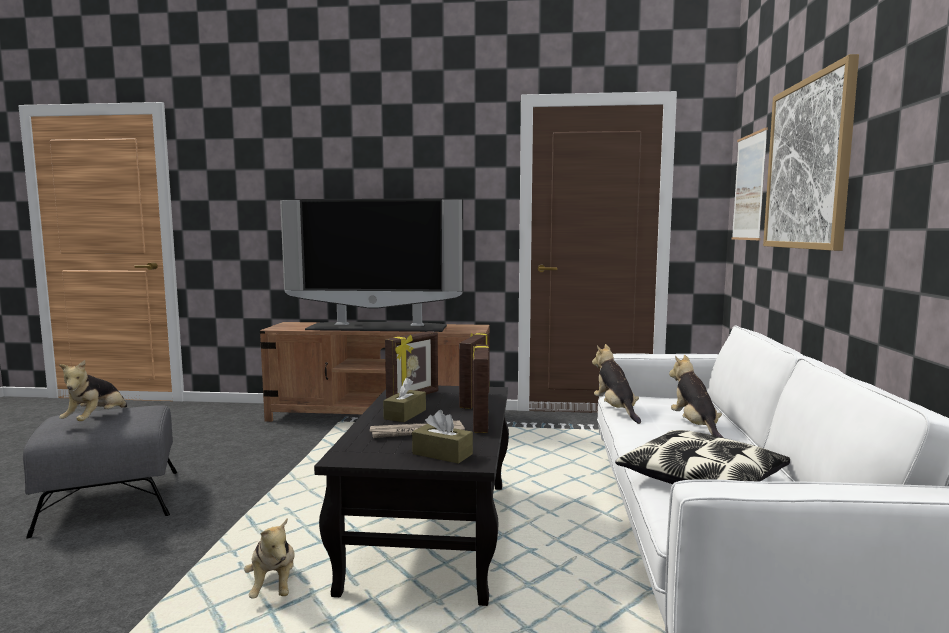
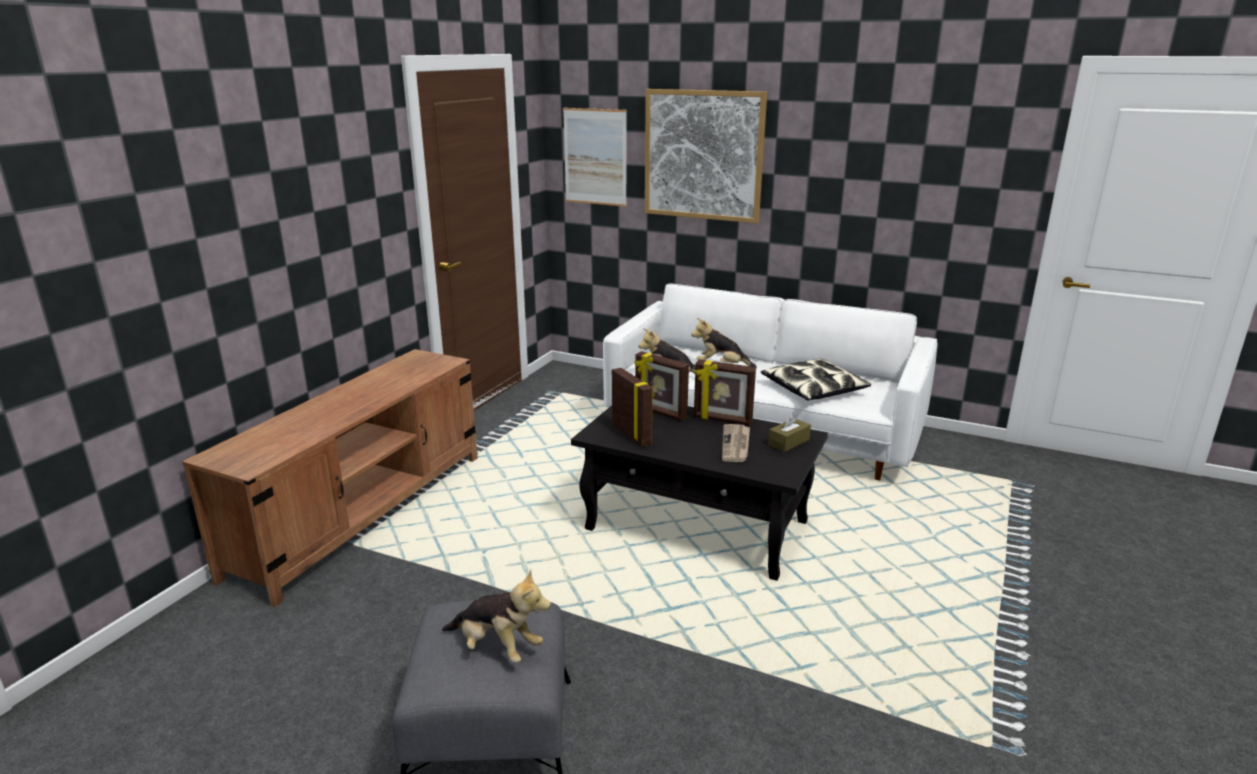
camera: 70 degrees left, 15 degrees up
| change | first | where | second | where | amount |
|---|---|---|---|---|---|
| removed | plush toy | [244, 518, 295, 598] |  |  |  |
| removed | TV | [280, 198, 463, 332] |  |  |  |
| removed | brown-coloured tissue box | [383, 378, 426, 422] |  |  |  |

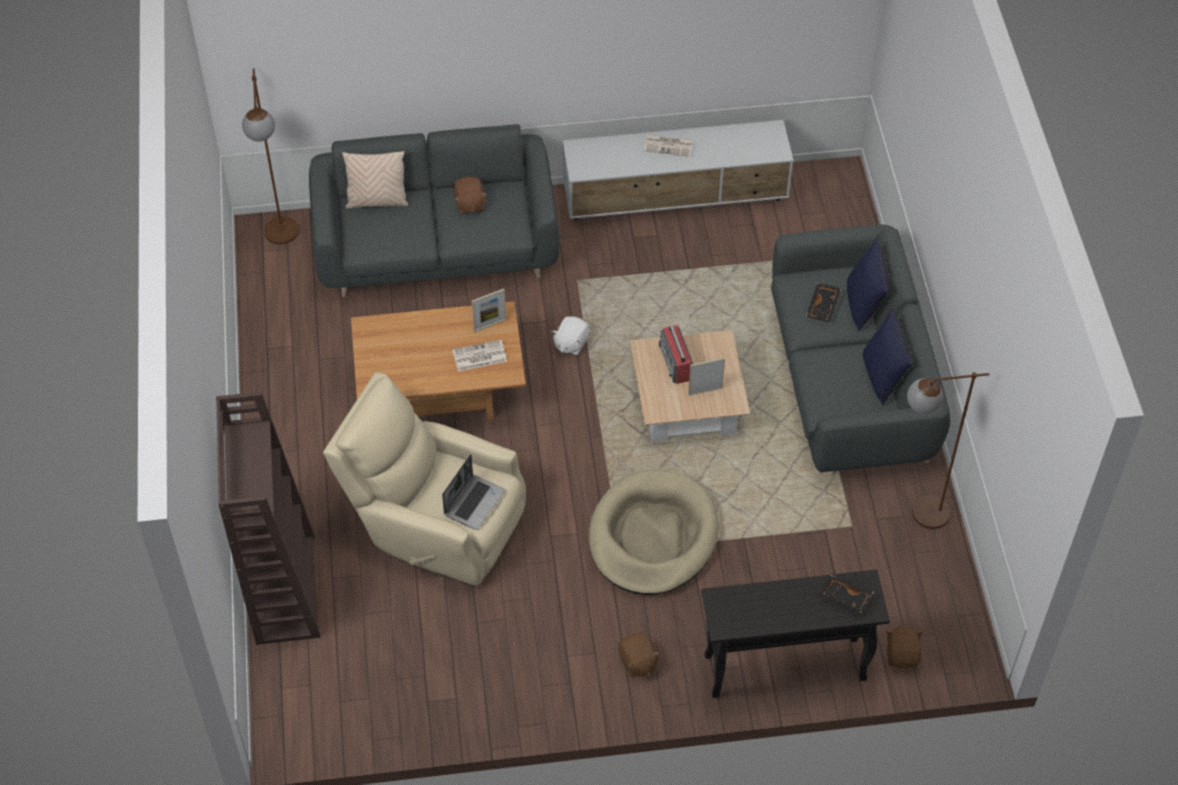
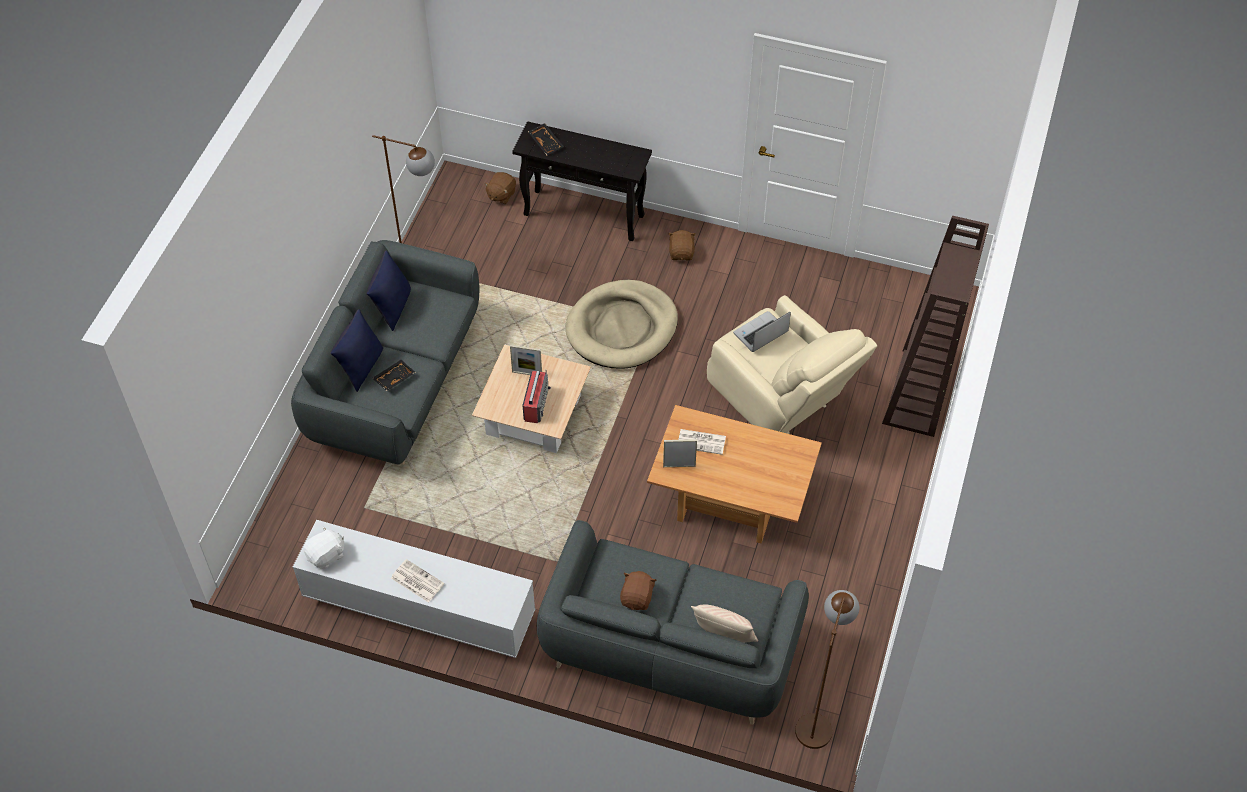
camera: 155 degrees left, 0 degrees up
| change | first | where | second | where | amount |
|---|---|---|---|---|---|
| moved | whitish plush toy | [552, 316, 589, 355] |  | [304, 526, 344, 569] |  |

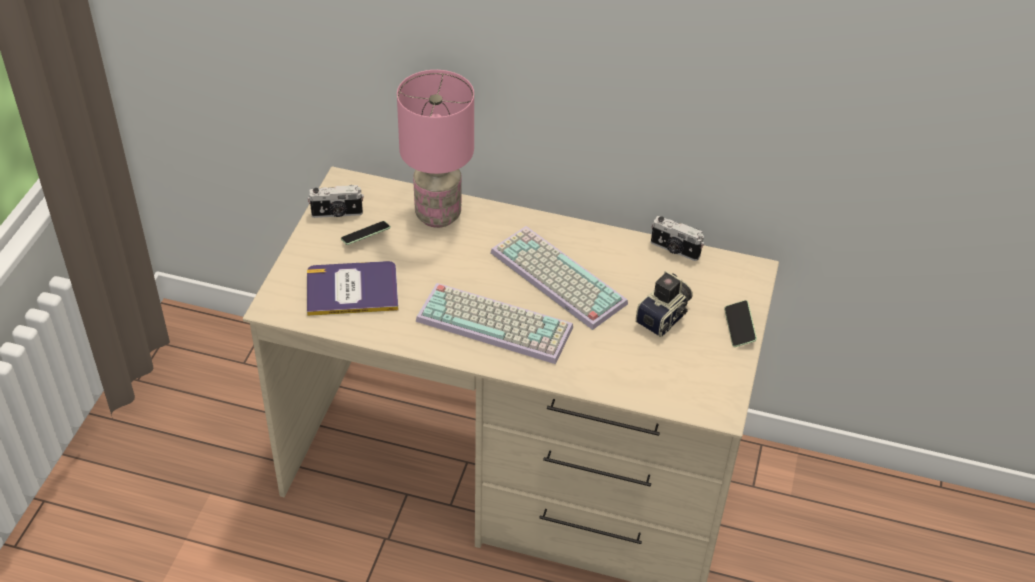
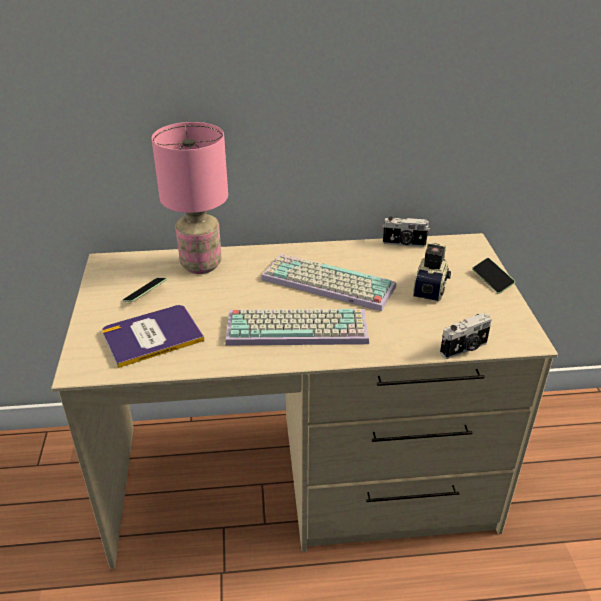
camera: 20 degrees left, 10 degrees down
| change | first | where | second | where | amount |
|---|---|---|---|---|---|
| moved | photo camera | [308, 185, 364, 218] |  | [440, 313, 492, 359] |  |

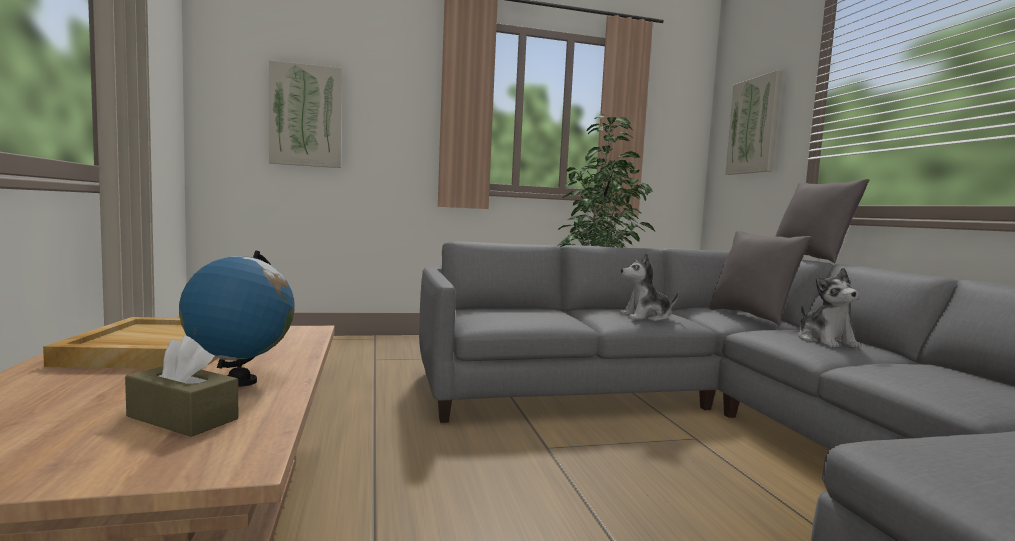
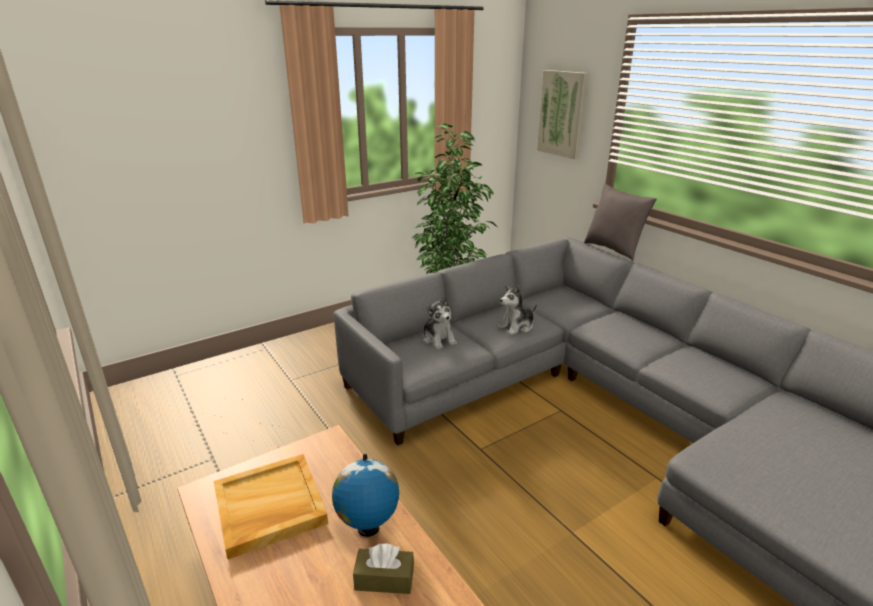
camera: 20 degrees left, 20 degrees up
| change | first | where | second | where | amount |
|---|---|---|---|---|---|
| removed | wall picture | [269, 60, 342, 168] |  |  |  |
| removed | gray throw pillow | [709, 231, 812, 326] |  |  |  |
| moved | plush toy | [798, 268, 861, 348] |  | [423, 296, 457, 350] |  |

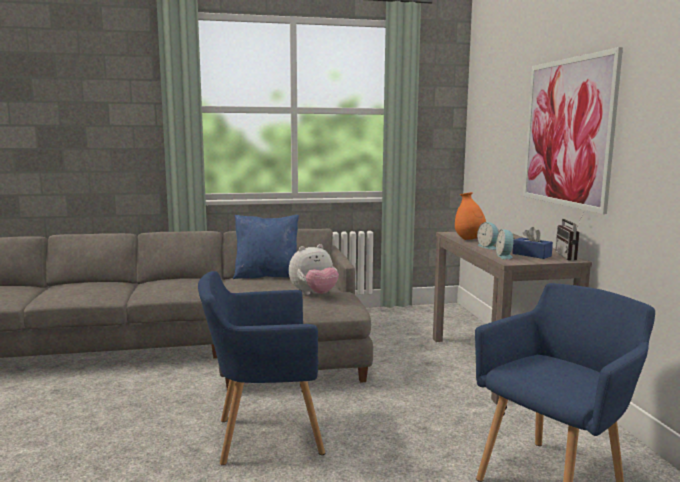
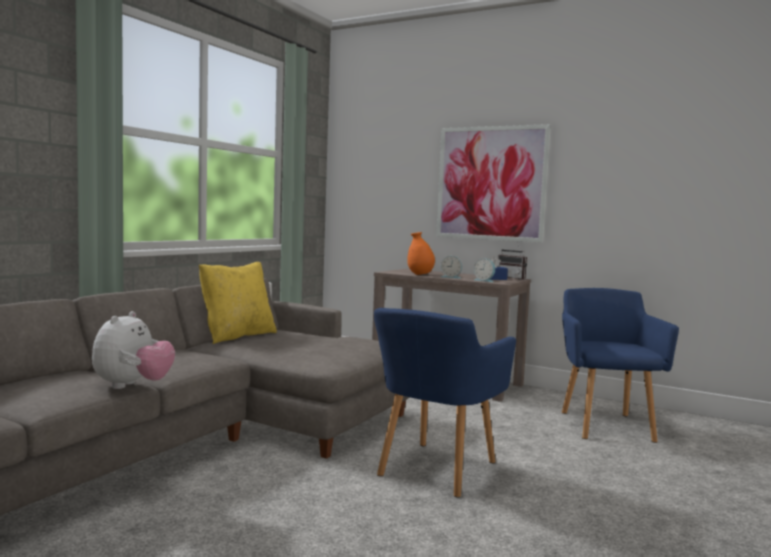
camera: 50 degrees left, 5 degrees down
| change | first | where | second | where | amount |
|---|---|---|---|---|---|
| recoloured | blue-coloured throw pillow | [233, 215, 299, 279] | yellow-coloured throw pillow | [199, 262, 277, 344] |  |
| moved | plush toy | [289, 244, 339, 295] |  | [92, 311, 175, 389] |  |

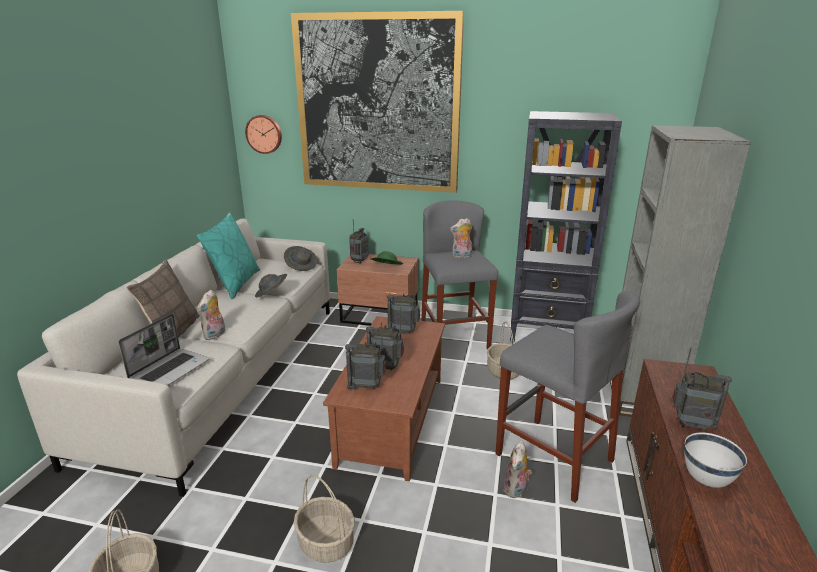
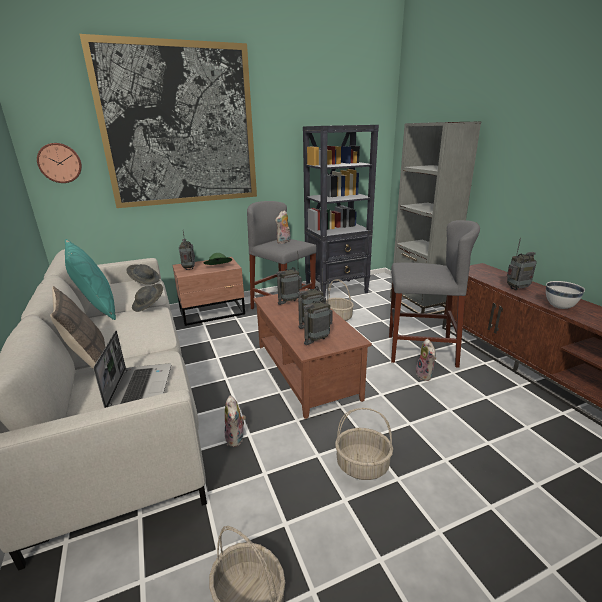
camera: 35 degrees left, 0 degrees up
| change | first | where | second | where | amount |
|---|---|---|---|---|---|
| moved | plush toy | [197, 290, 225, 340] |  | [225, 396, 246, 447] |  |

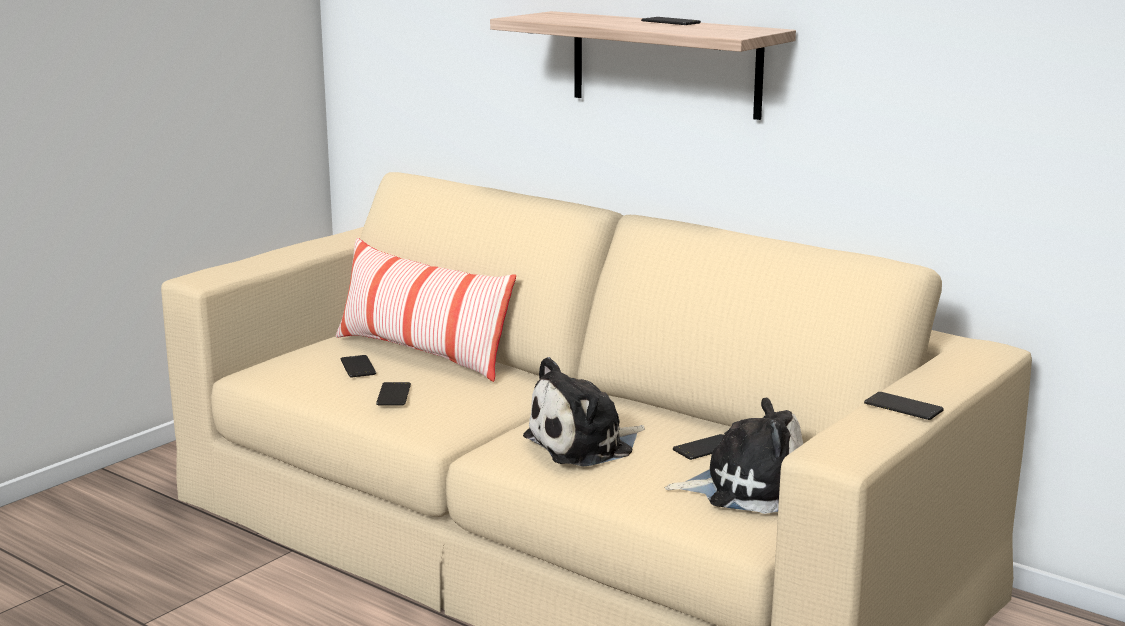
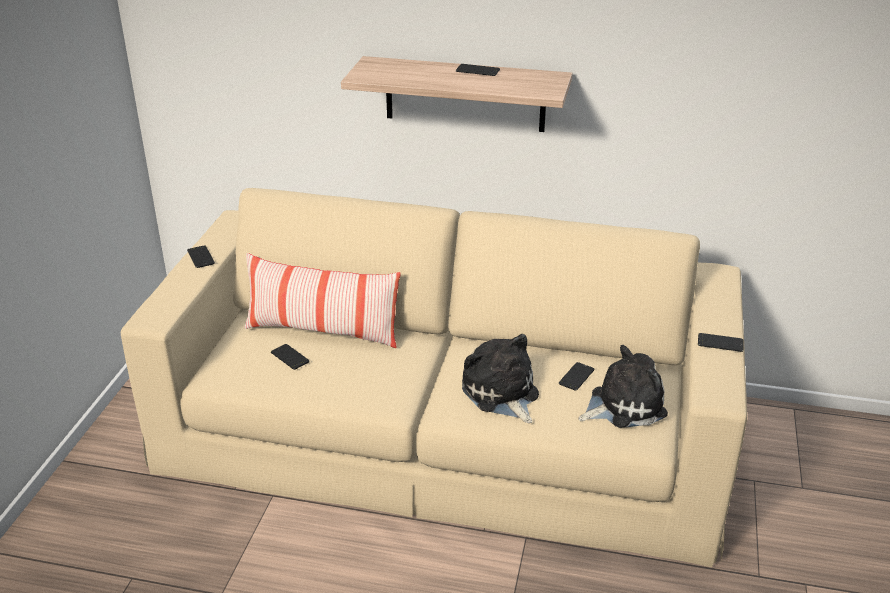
camera: 25 degrees left, 15 degrees up
| change | first | where | second | where | amount |
|---|---|---|---|---|---|
| moved | handset | [376, 382, 411, 406] |  | [187, 245, 215, 268] |  |
| turned | plush toy | [523, 357, 645, 467] |  | [462, 334, 539, 423] | 120 degrees clockwise |

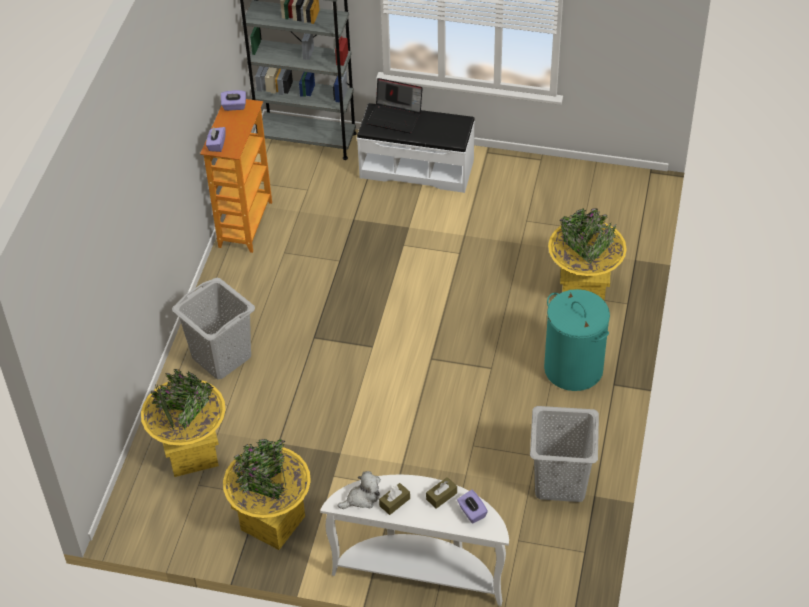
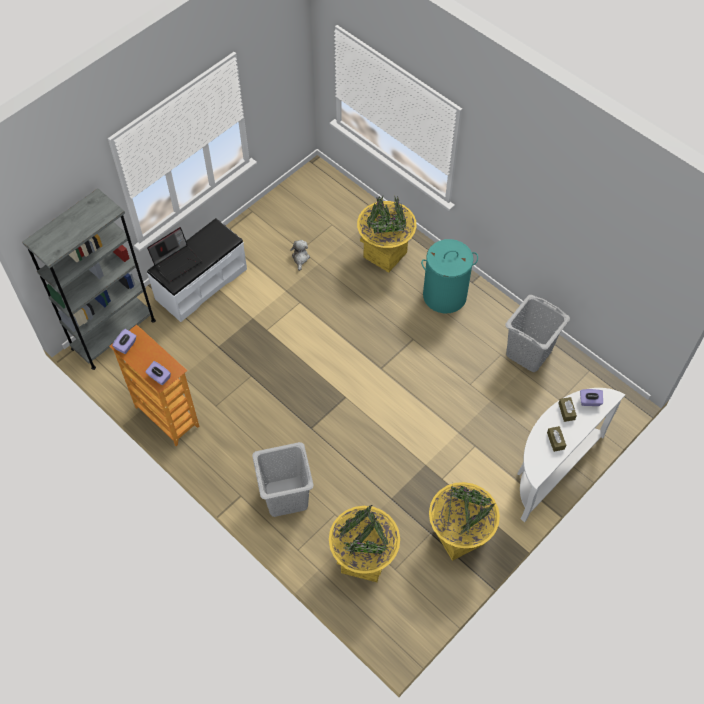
camera: 60 degrees left, 10 degrees up
| change | first | where | second | where | amount |
|---|---|---|---|---|---|
| moved | plush toy | [338, 471, 381, 509] |  | [290, 240, 310, 271] |  |

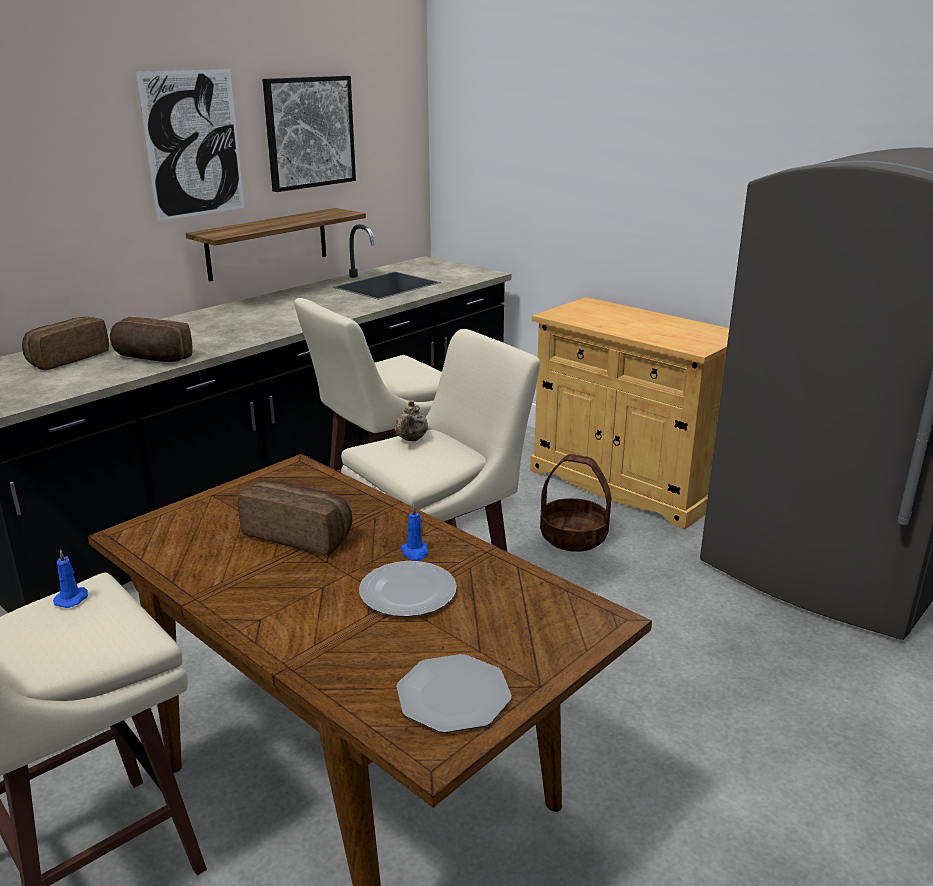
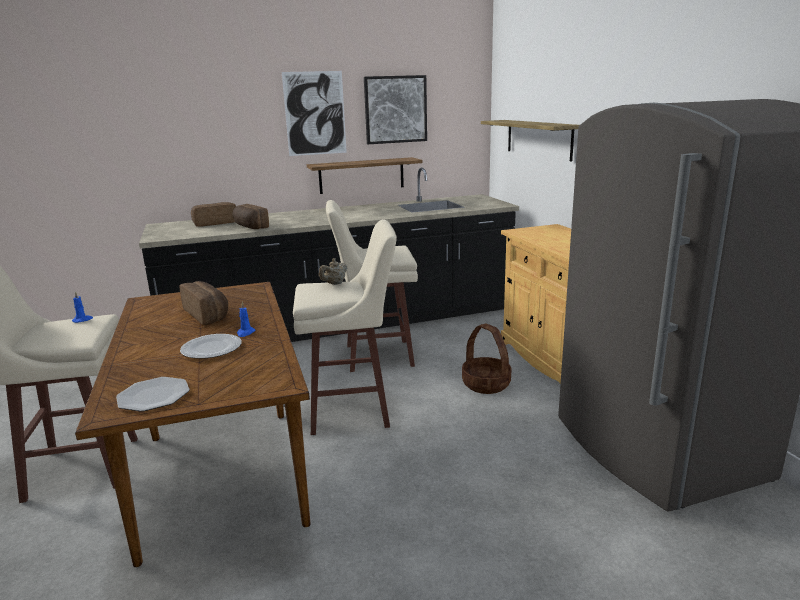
camera: 30 degrees right, 5 degrees down
| change | first | where | second | where | amount |
|---|---|---|---|---|---|
| added |  |  | wall shelf | [481, 120, 579, 162] |  |

